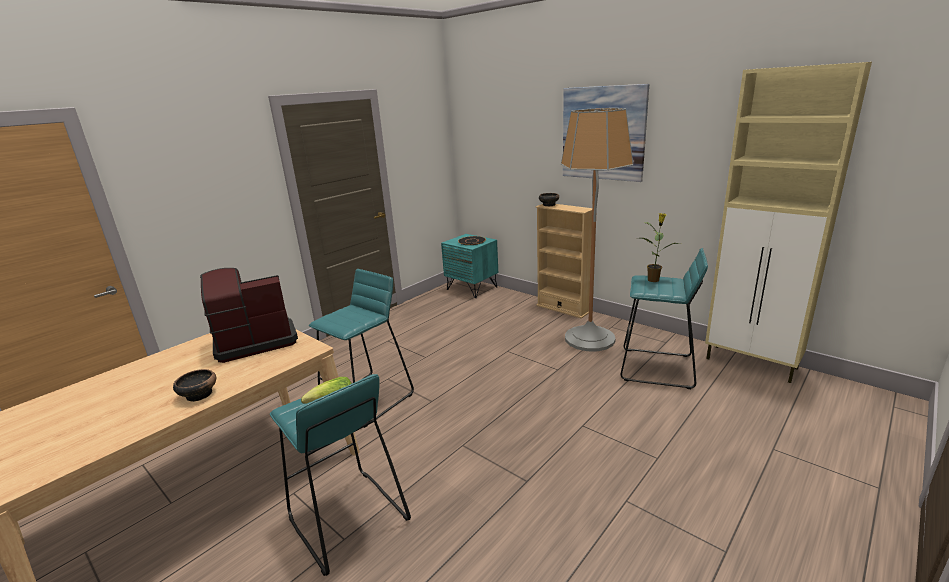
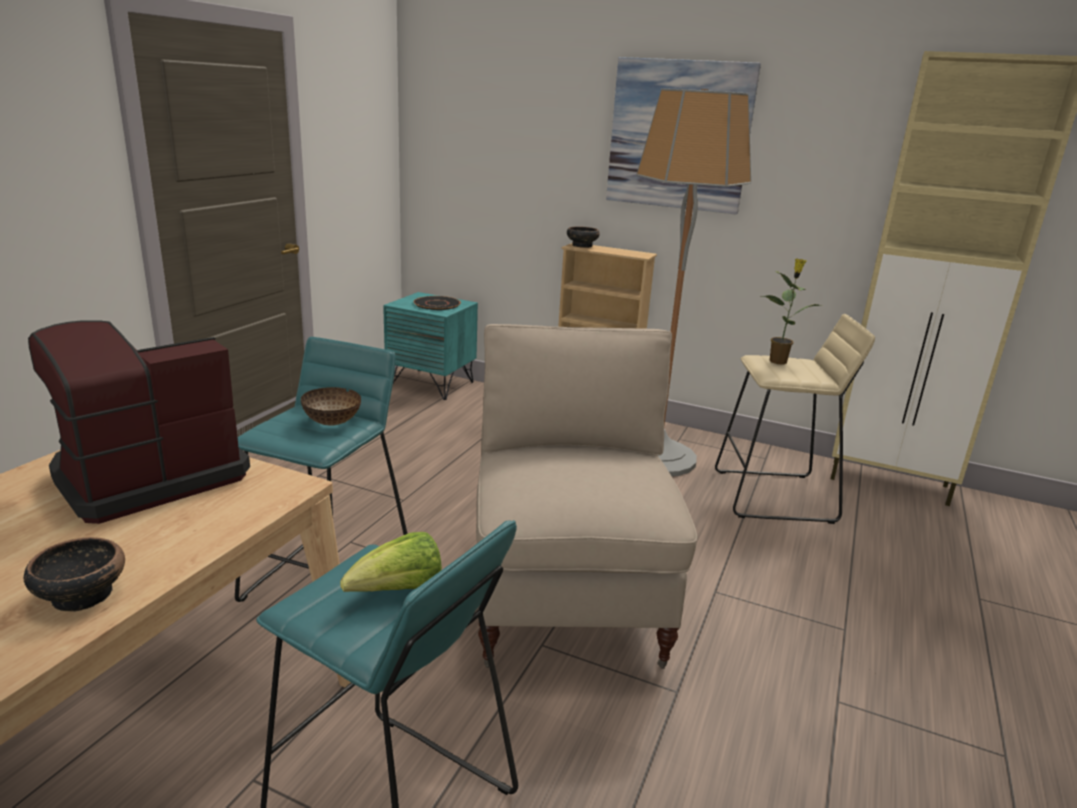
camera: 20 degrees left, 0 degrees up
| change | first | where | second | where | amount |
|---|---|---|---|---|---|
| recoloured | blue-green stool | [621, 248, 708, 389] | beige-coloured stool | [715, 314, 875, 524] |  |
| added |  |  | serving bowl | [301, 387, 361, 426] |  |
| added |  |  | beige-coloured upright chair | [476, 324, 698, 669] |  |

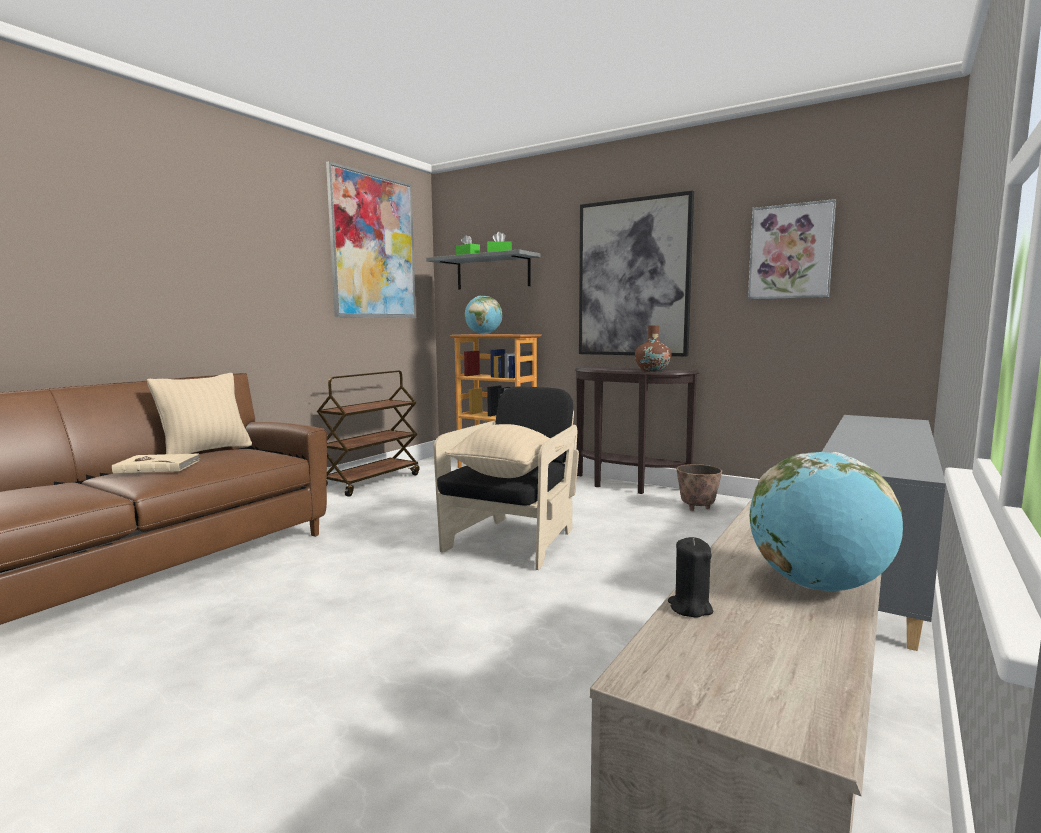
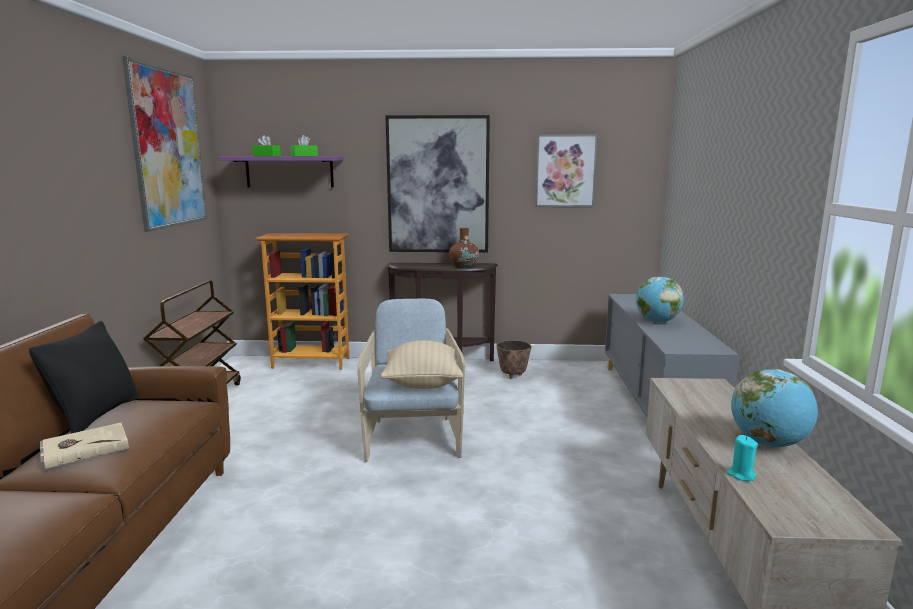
camera: 30 degrees left, 5 degrees up
| change | first | where | second | where | amount |
|---|---|---|---|---|---|
| recoloured | beige-coloured throw pillow | [147, 373, 252, 454] | blackish throw pillow | [29, 321, 140, 433] |  |
| recoloured | gray wall shelf | [426, 249, 540, 290] | purplish wall shelf | [218, 157, 344, 188] |  |
| recoloured | blackish lounge chair | [434, 387, 579, 570] | beige-coloured lounge chair | [357, 299, 465, 462] |  |
| moved | desk globe | [464, 296, 502, 334] |  | [636, 276, 684, 323] |  |
| recoloured | blackish wax light | [668, 537, 713, 618] | blue-green wax light | [727, 435, 758, 481] |  |

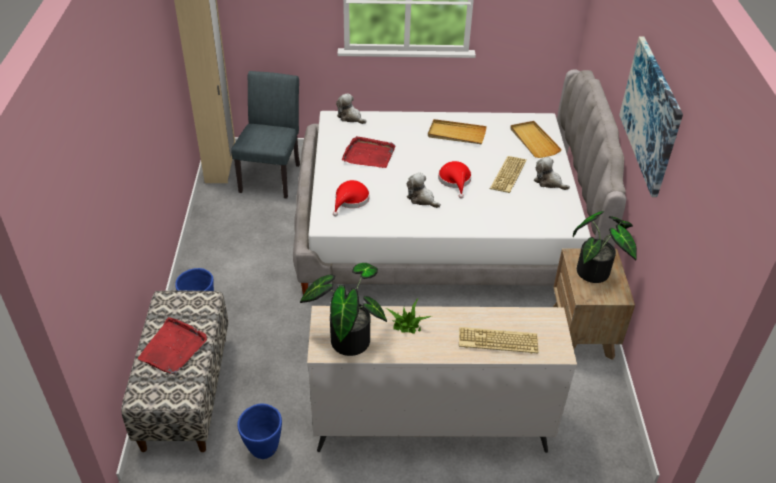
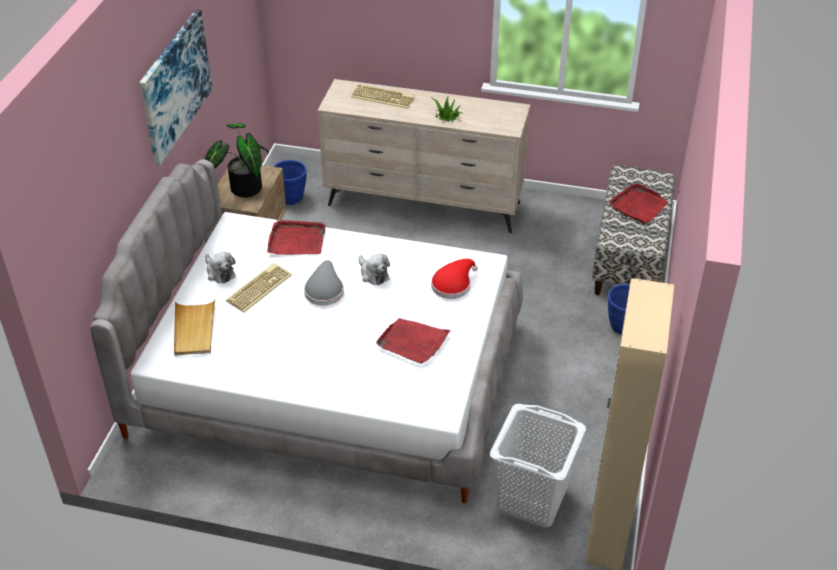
camera: 165 degrees left, 0 degrees up
| change | first | where | second | where | amount |
|---|---|---|---|---|---|
| replaced | gray upright chair | [231, 71, 300, 199] | whitish laundry basket | [490, 404, 586, 528] |  |
| moved | blue-coloured planter | [237, 404, 282, 459] |  | [273, 160, 307, 205] |  |
| removed | potted plant | [300, 263, 387, 356] |  |  |  |
| removed | plush toy | [336, 93, 367, 124] |  |  |  |
| removed | beige-coloured serving tray | [428, 119, 487, 144] |  |  |  |
| recoloured | red hat | [438, 161, 472, 198] | gray hat | [304, 260, 344, 305] |  |
| added |  |  | red serving tray | [267, 220, 326, 255] |  |

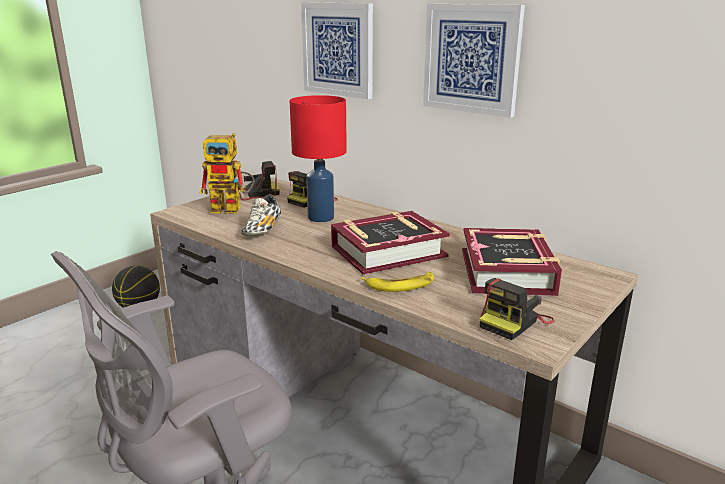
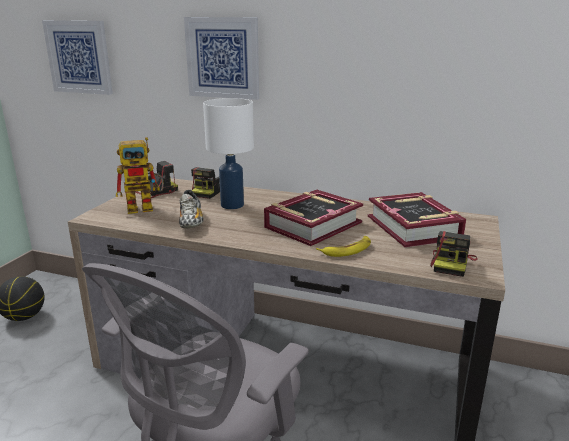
camera: 20 degrees left, 0 degrees up
| change | first | where | second | where | amount |
|---|---|---|---|---|---|
| recoloured | red table lamp | [290, 95, 347, 222] | whitish table lamp | [203, 98, 254, 209] |  |
| moved | wall picture | [423, 4, 525, 118] |  | [42, 20, 113, 95] |  |

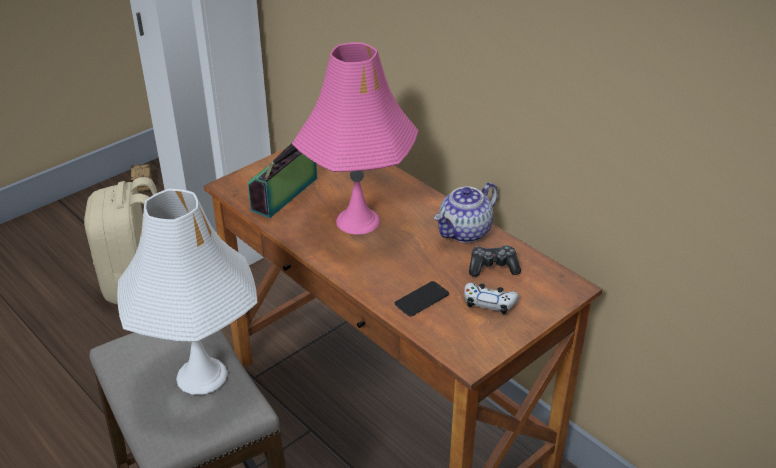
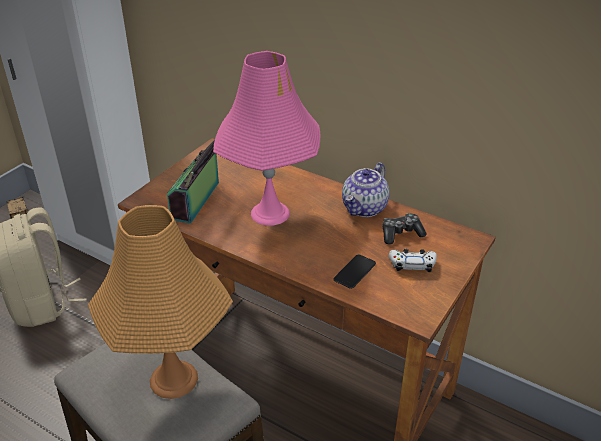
camera: 15 degrees left, 0 degrees up
| change | first | where | second | where | amount |
|---|---|---|---|---|---|
| recoloured | whitish table lamp | [117, 189, 257, 395] | orangey table lamp | [88, 205, 233, 399] |  |

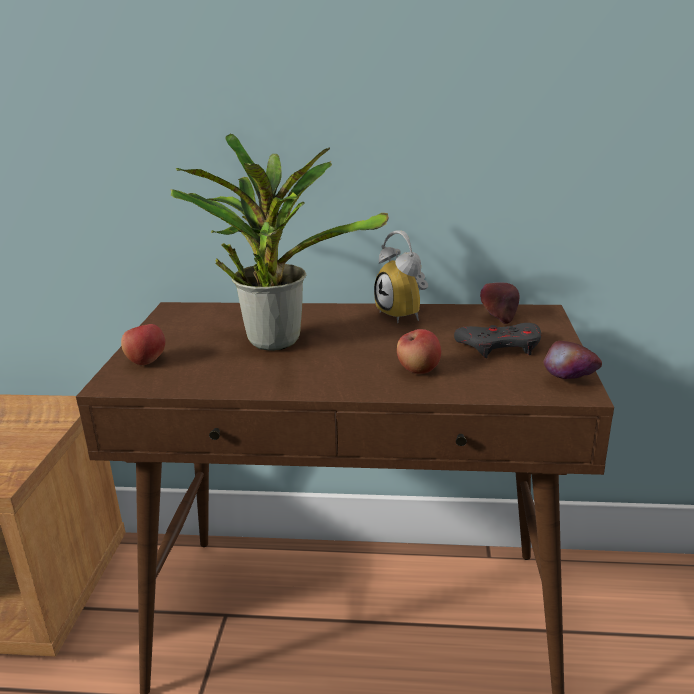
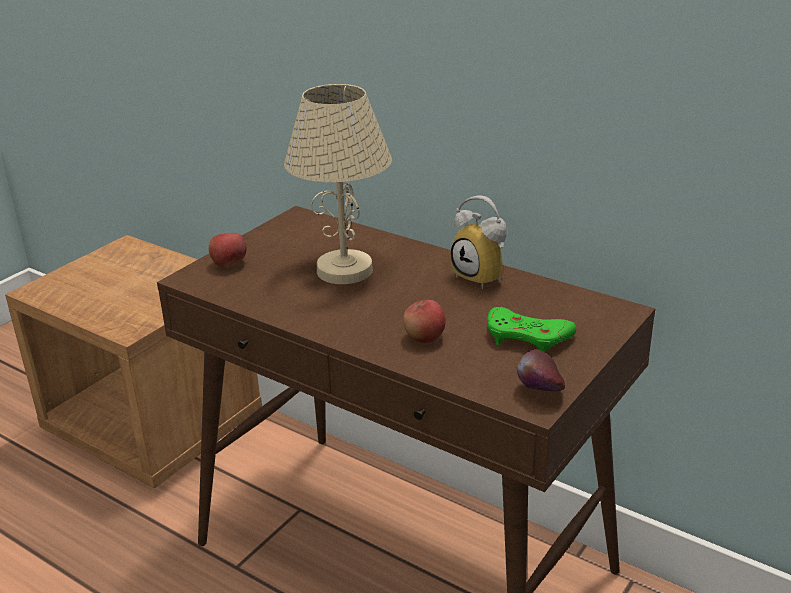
camera: 30 degrees right, 5 degrees up
| change | first | where | second | where | amount |
|---|---|---|---|---|---|
| replaced | potted plant | [170, 134, 389, 351] | beige-coloured table lamp | [284, 84, 392, 284] |  |
| turned | alarm clock | [374, 230, 428, 323] |  | [450, 195, 507, 289] | 45 degrees counterclockwise |
| recoloured | gray game controller | [454, 323, 541, 358] | green-coloured game controller | [487, 307, 576, 352] |  |
| removed | apple | [480, 282, 520, 324] |  |  |  |

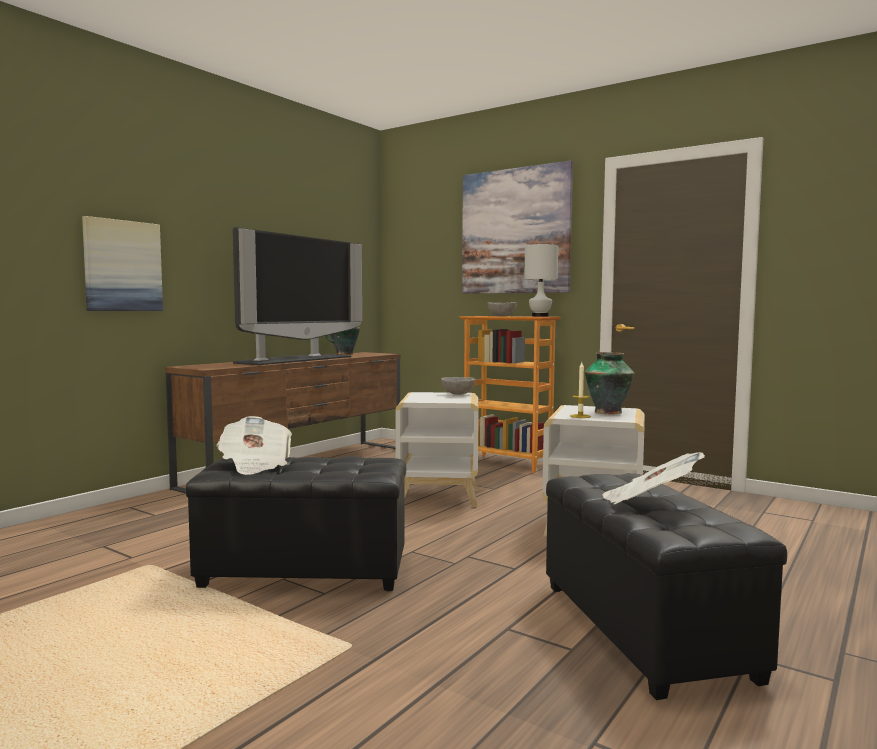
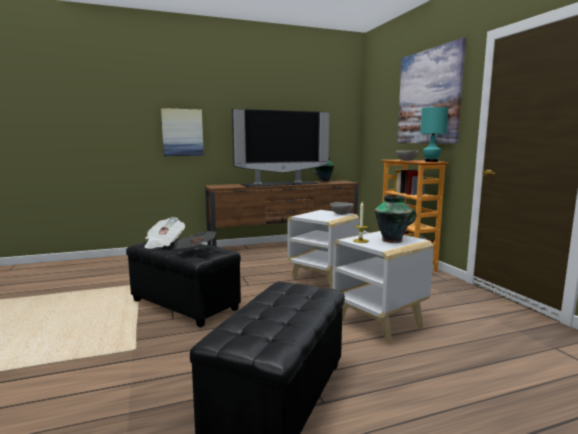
camera: 35 degrees right, 5 degrees up
| change | first | where | second | where | amount |
|---|---|---|---|---|---|
| recoloured | whitish table lamp | [525, 244, 558, 317] | blue-green table lamp | [420, 107, 448, 162] |  |
| moved | newspaper | [602, 452, 705, 504] |  | [174, 231, 216, 249] |  |

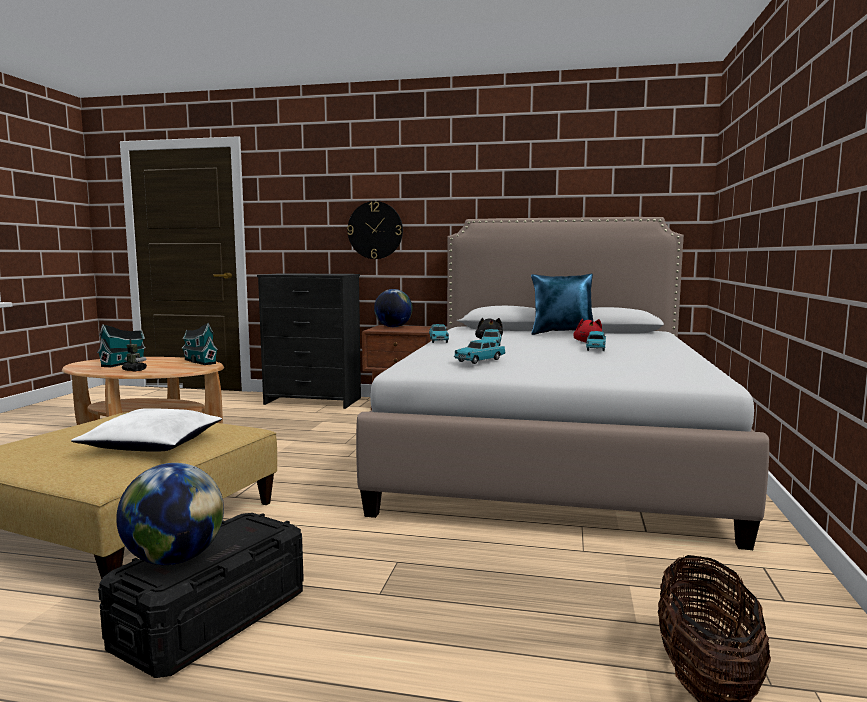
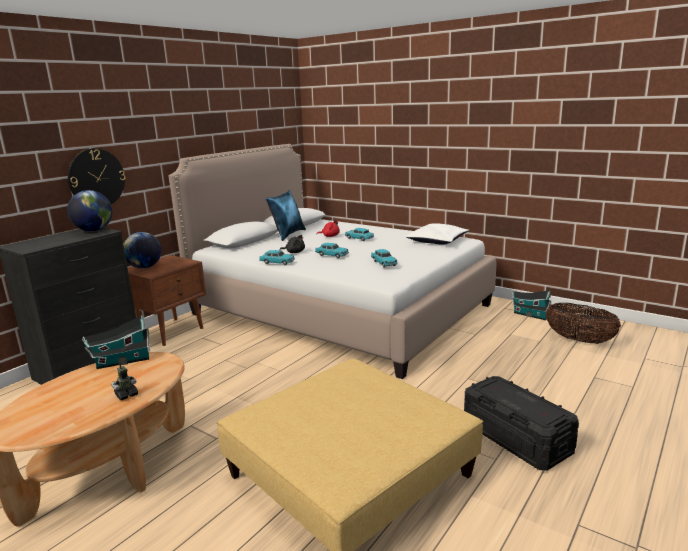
camera: 65 degrees left, 10 degrees up
| change | first | where | second | where | amount |
|---|---|---|---|---|---|
| moved | whitish throw pillow | [71, 408, 222, 451] |  | [406, 223, 469, 245] |  |
| moved | toy house | [97, 325, 146, 367] |  | [512, 290, 551, 320] |  |
| moved | desk globe | [116, 463, 224, 565] |  | [67, 190, 112, 231] |  |

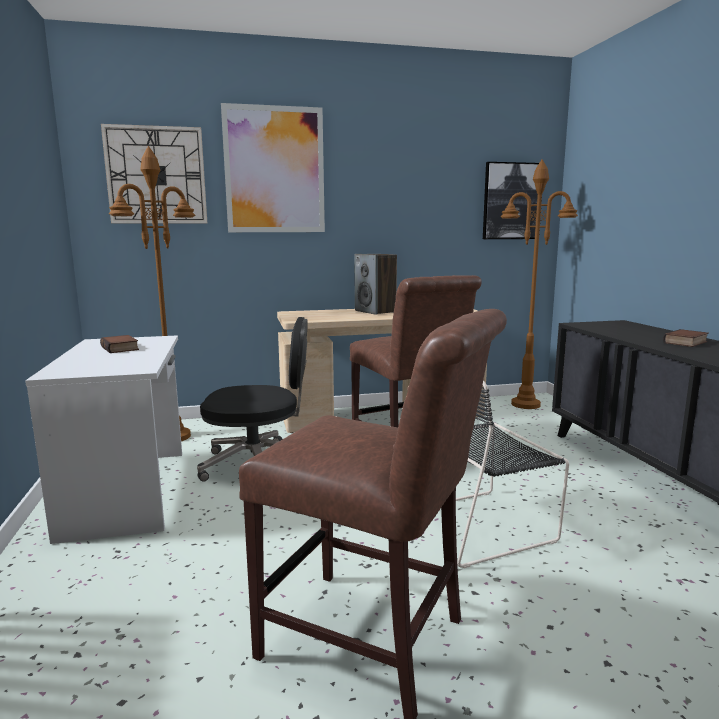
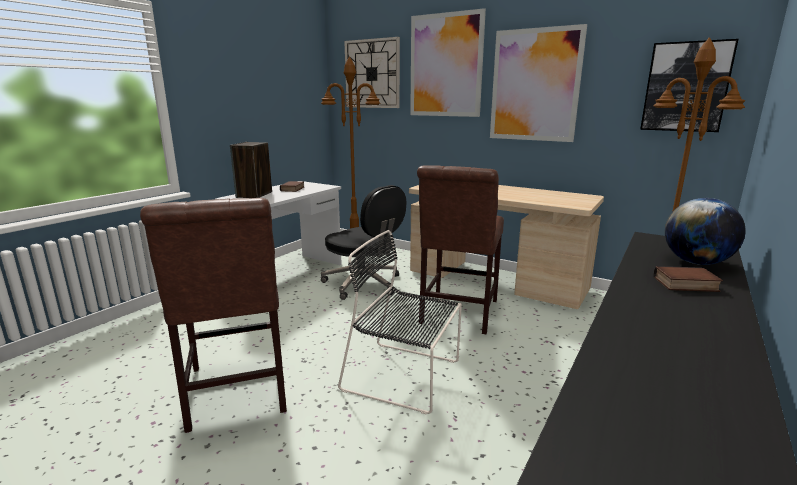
camera: 45 degrees right, 5 degrees up
| change | first | where | second | where | amount |
|---|---|---|---|---|---|
| moved | speaker | [355, 254, 397, 315] |  | [230, 142, 272, 198] |  |
| added |  |  | wall picture | [490, 24, 587, 142] |  |
| added |  |  | desk globe | [665, 198, 746, 265] |  |

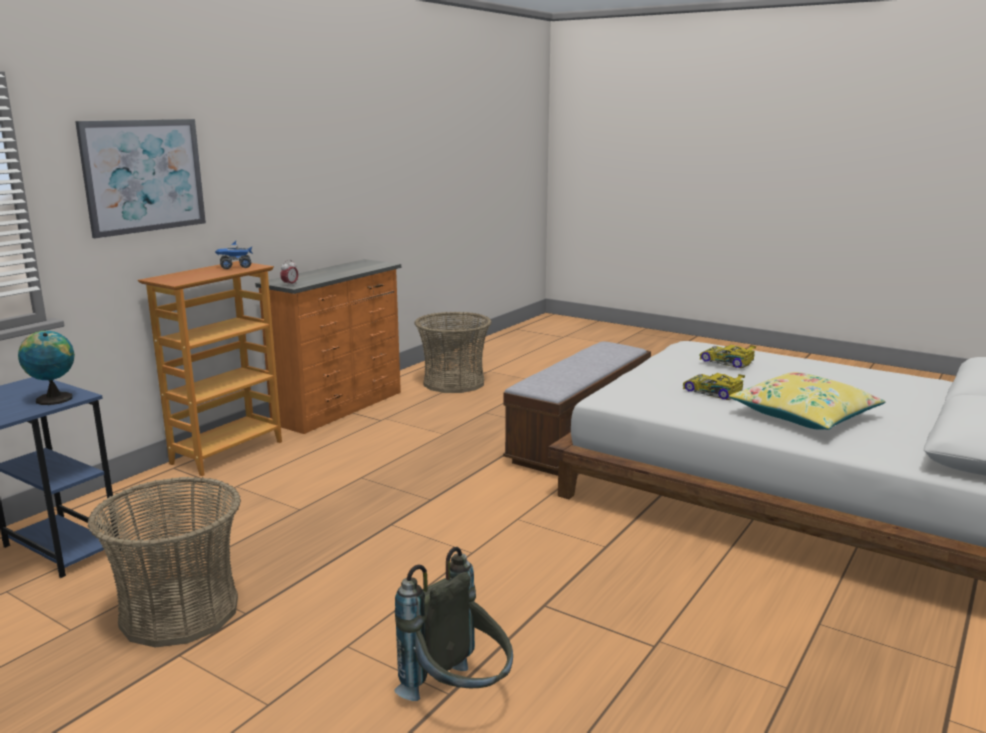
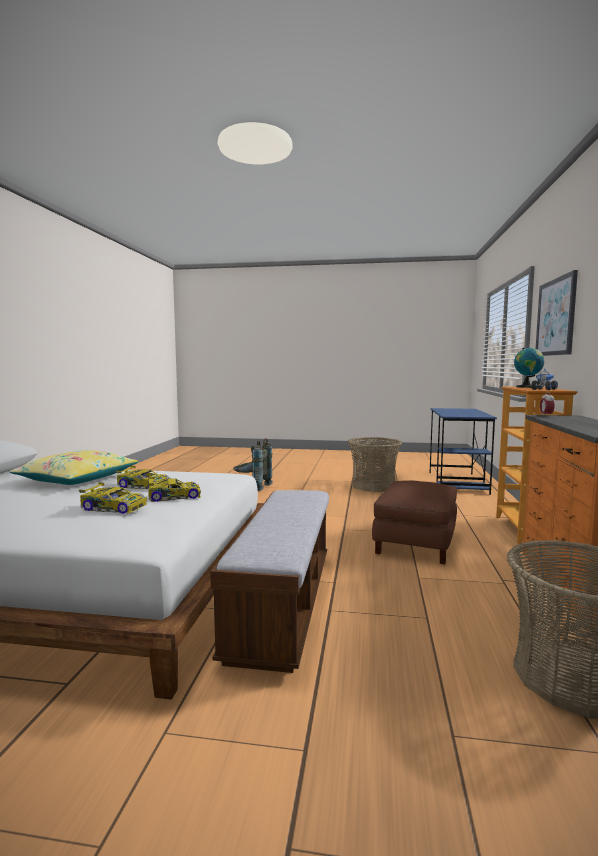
camera: 155 degrees right, 10 degrees down
| change | first | where | second | where | amount |
|---|---|---|---|---|---|
| moved | desk globe | [18, 331, 75, 405] |  | [514, 348, 545, 388] |  |
| added |  |  | toy car | [147, 477, 201, 502] |  |
| added |  |  | brown-coloured footrest | [372, 481, 457, 564] |  |

